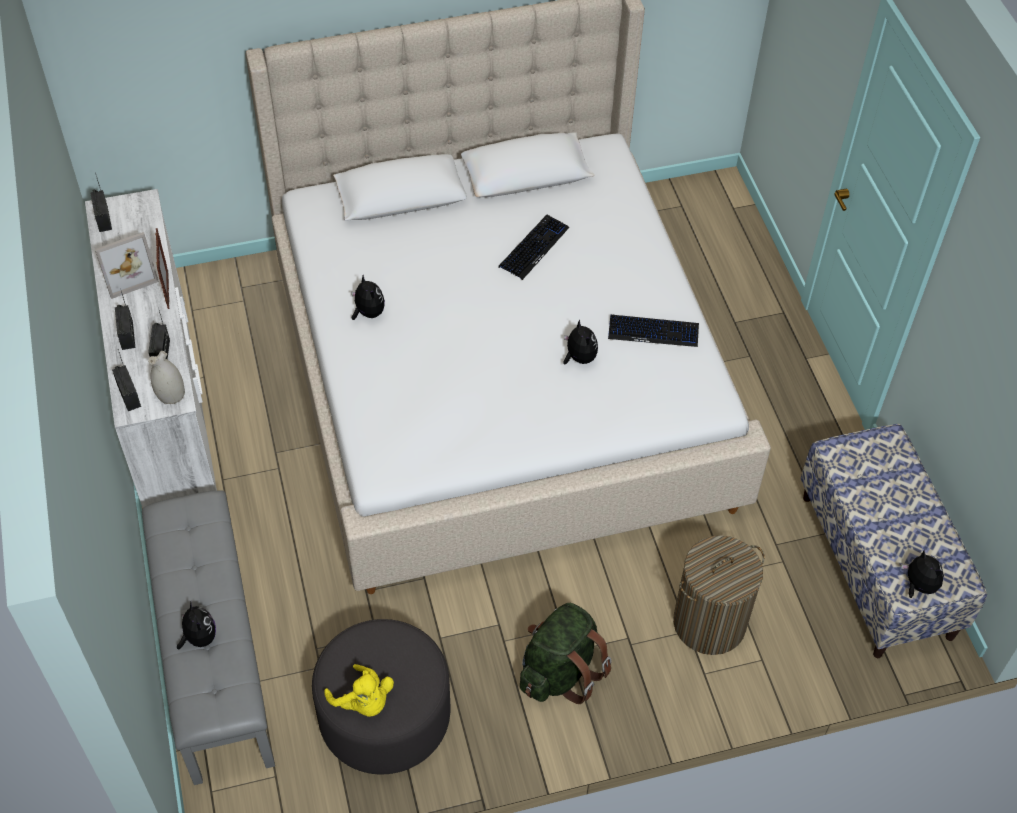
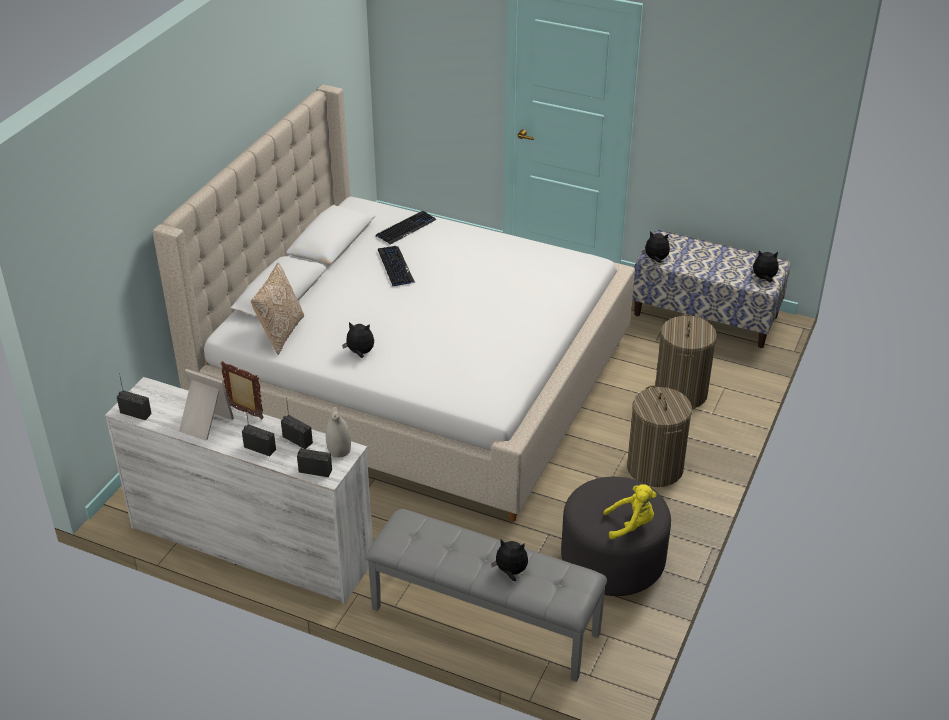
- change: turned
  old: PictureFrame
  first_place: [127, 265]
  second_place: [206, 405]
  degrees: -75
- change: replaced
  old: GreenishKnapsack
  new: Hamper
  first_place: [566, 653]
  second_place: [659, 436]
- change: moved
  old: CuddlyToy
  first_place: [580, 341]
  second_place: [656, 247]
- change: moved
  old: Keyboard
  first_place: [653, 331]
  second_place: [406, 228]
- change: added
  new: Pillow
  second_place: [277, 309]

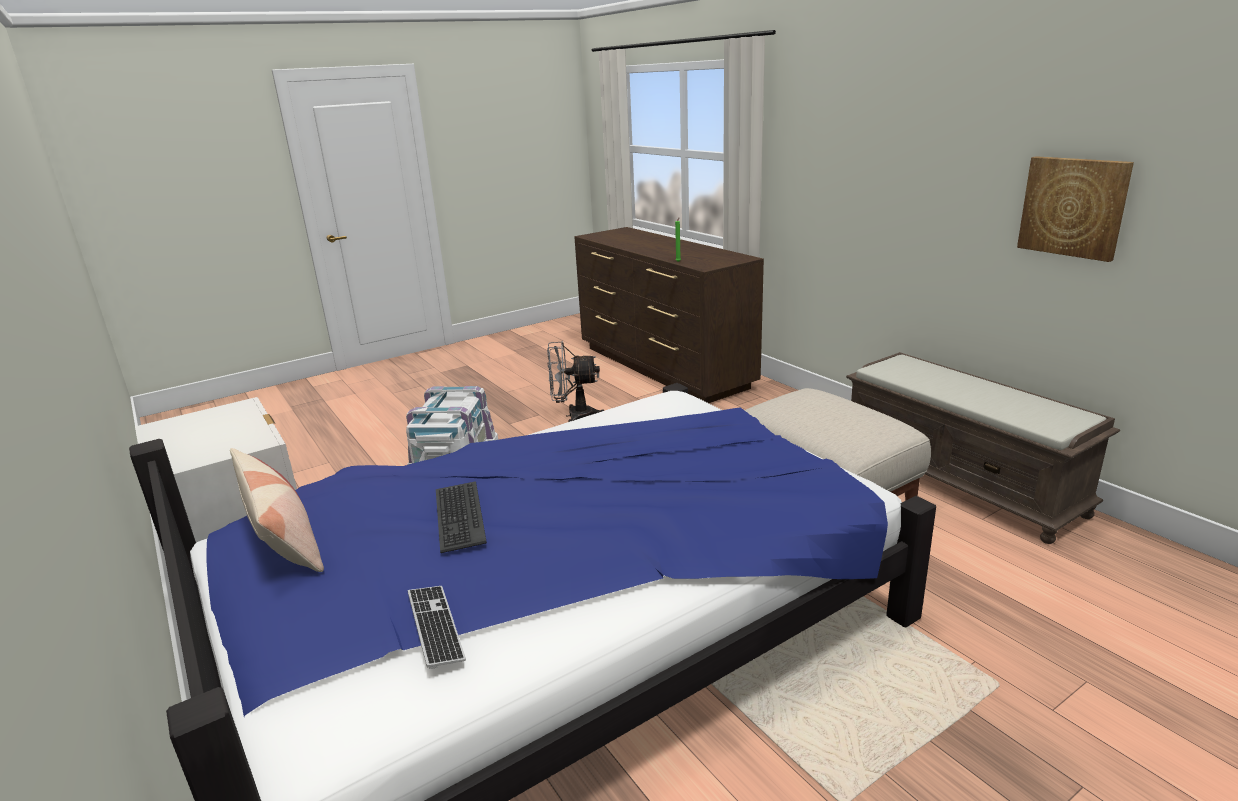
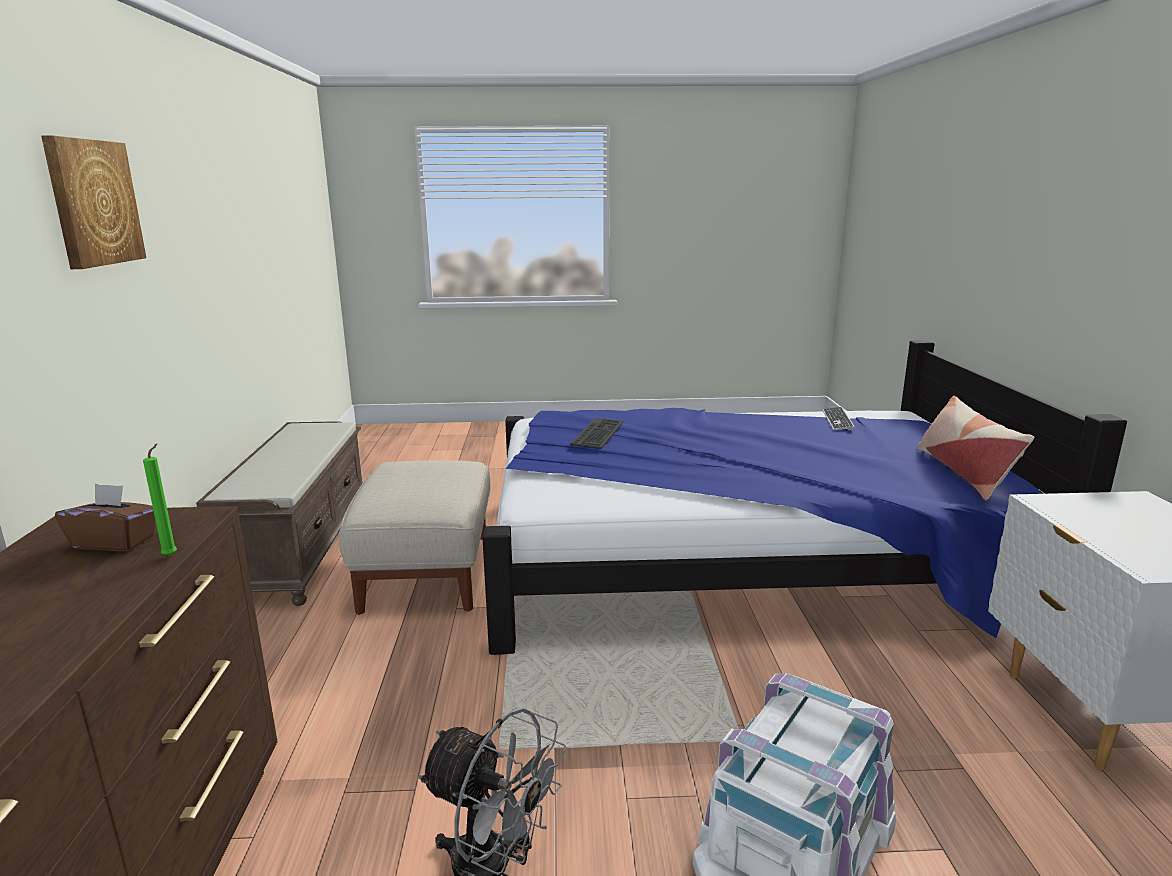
- change: moved
  old: Keyboard
  first_place: [461, 517]
  second_place: [596, 433]
- change: moved
  old: WallPicture
  first_place: [1075, 209]
  second_place: [93, 202]
- change: added
  new: BrownColouredTissueHolder
  second_place: [105, 517]

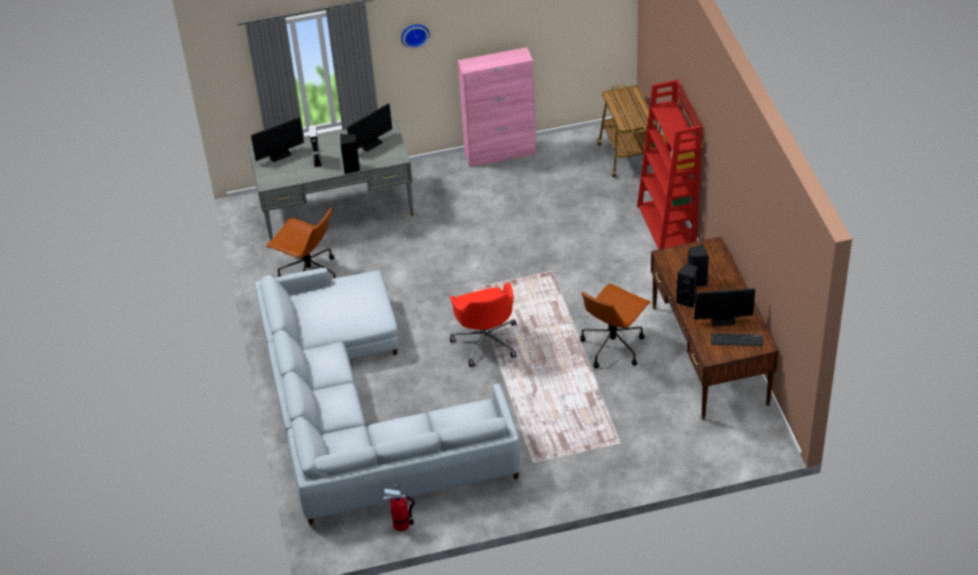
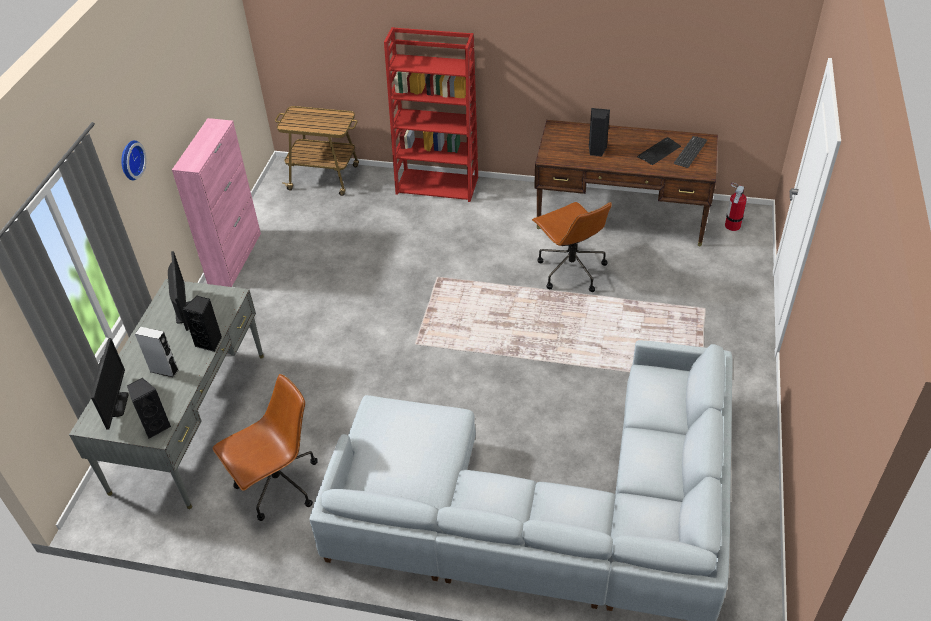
- change: moved
  old: FireExtinguisher
  first_place: [399, 507]
  second_place: [736, 207]
- change: removed
  old: RedColouredOfficeChair
  first_place: [483, 325]
- change: moved
  old: BlackColouredLoudspeaker
  first_place: [687, 285]
  second_place: [149, 408]
- change: replaced
  old: ComputerScreen
  new: Keyboard
  first_place: [724, 307]
  second_place: [659, 151]

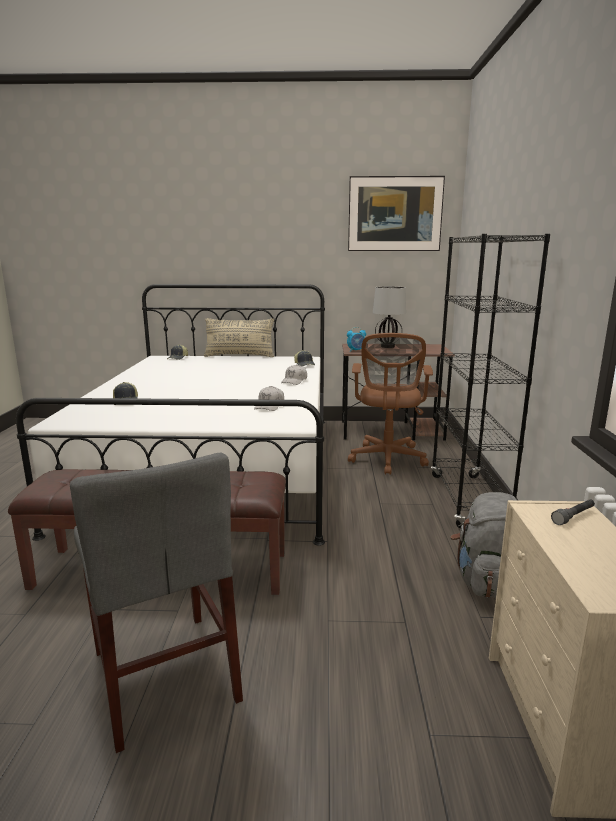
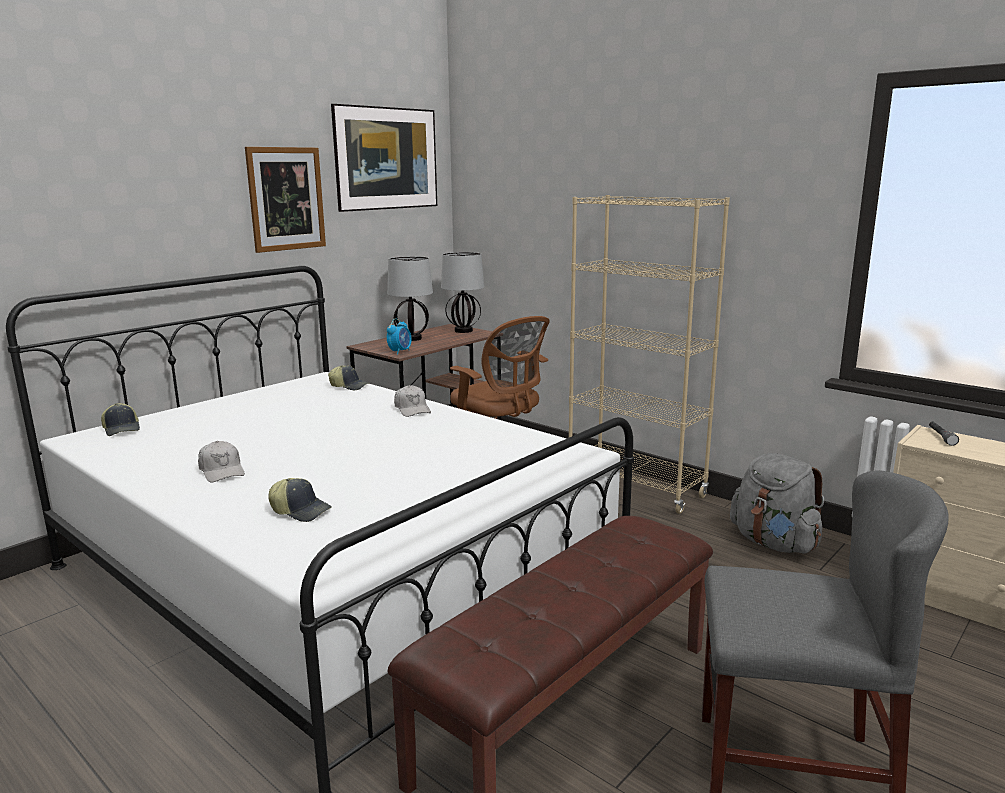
- change: removed
  old: BeigeColouredPillow
  first_place: [239, 337]
- change: moved
  old: WhitishPeakedCap
  first_place: [269, 398]
  second_place: [221, 462]
- change: recoloured
  old: BlackColouredShelvingUnit
  new: BeigeColouredShelvingUnit
  first_place: [490, 381]
  second_place: [649, 354]
- change: added
  new: WallPicture
  second_place: [285, 200]
- change: added
  new: TableLamp
  second_place: [462, 292]

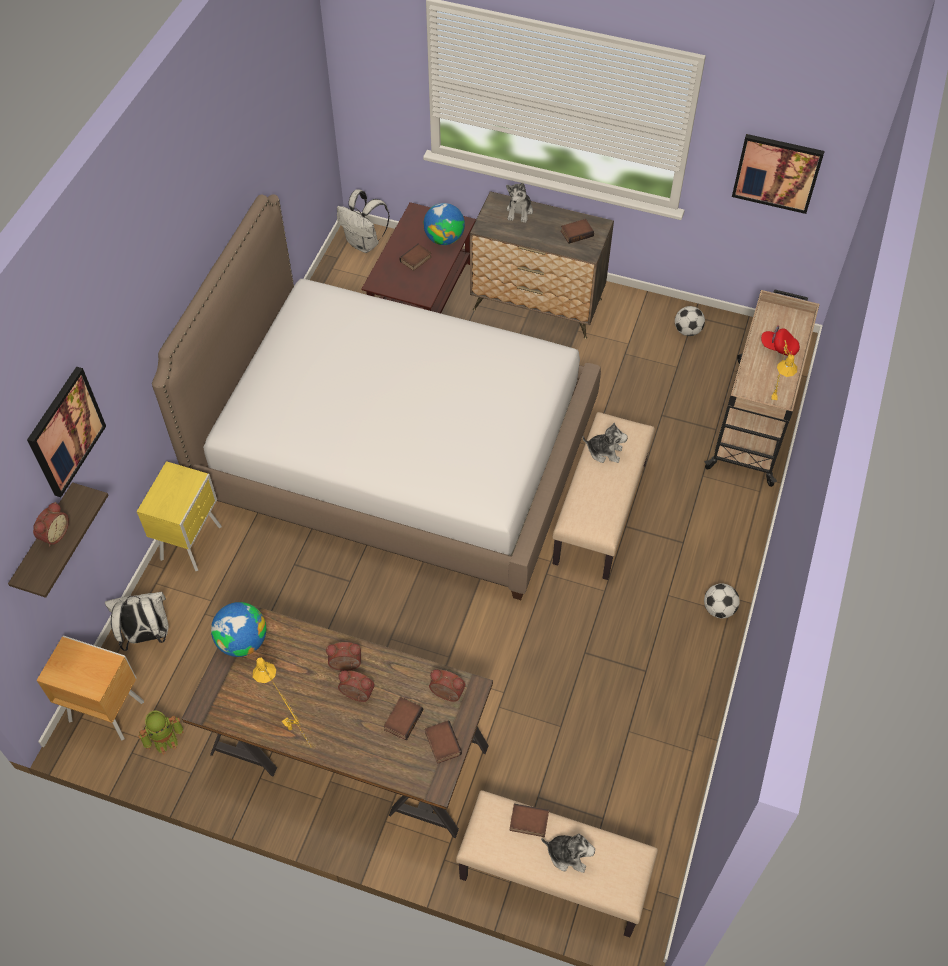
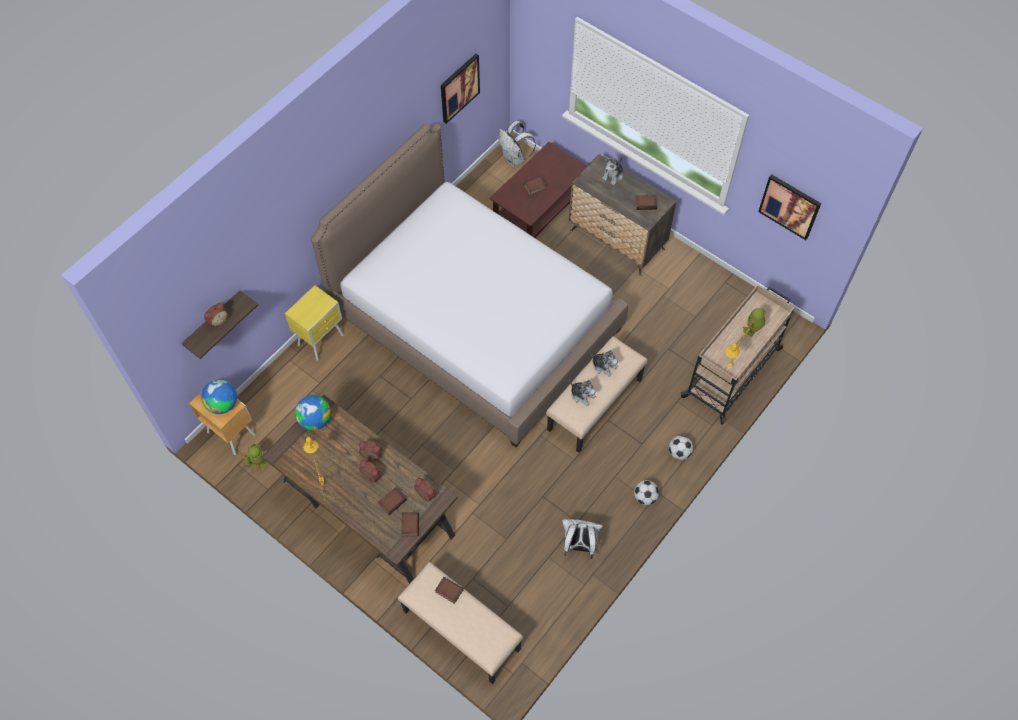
- change: moved
  old: WallPicture
  first_place: [66, 432]
  second_place: [460, 89]
- change: moved
  old: WhitishKnapsack
  first_place: [136, 621]
  second_place: [582, 539]
- change: moved
  old: Globe
  first_place: [444, 224]
  second_place: [219, 397]
- change: moved
  old: CuddlyToy
  first_place: [568, 853]
  second_place: [582, 393]
- change: moved
  old: Football
  first_place: [690, 321]
  second_place: [681, 448]
- change: replaced
  old: RedColouredPeakedCap
  new: ModelRobot
  first_place: [780, 341]
  second_place: [754, 322]

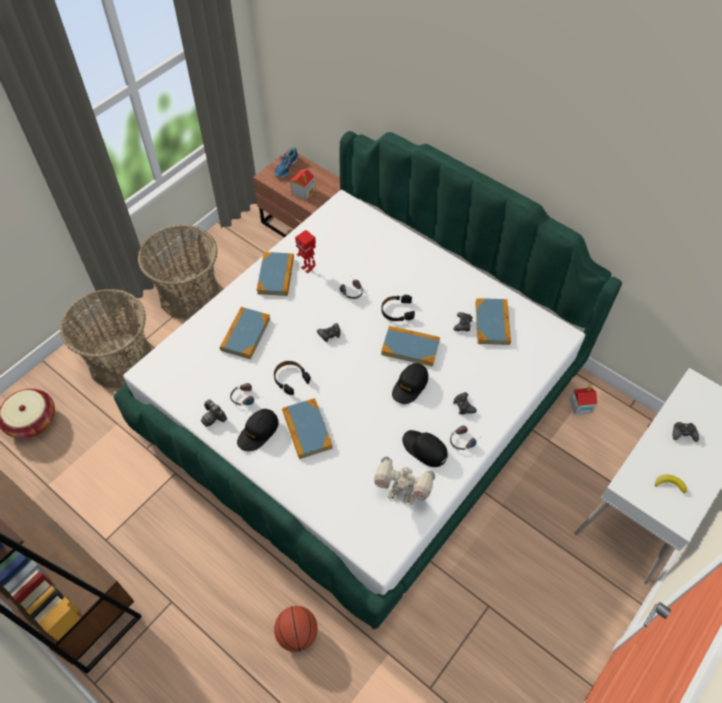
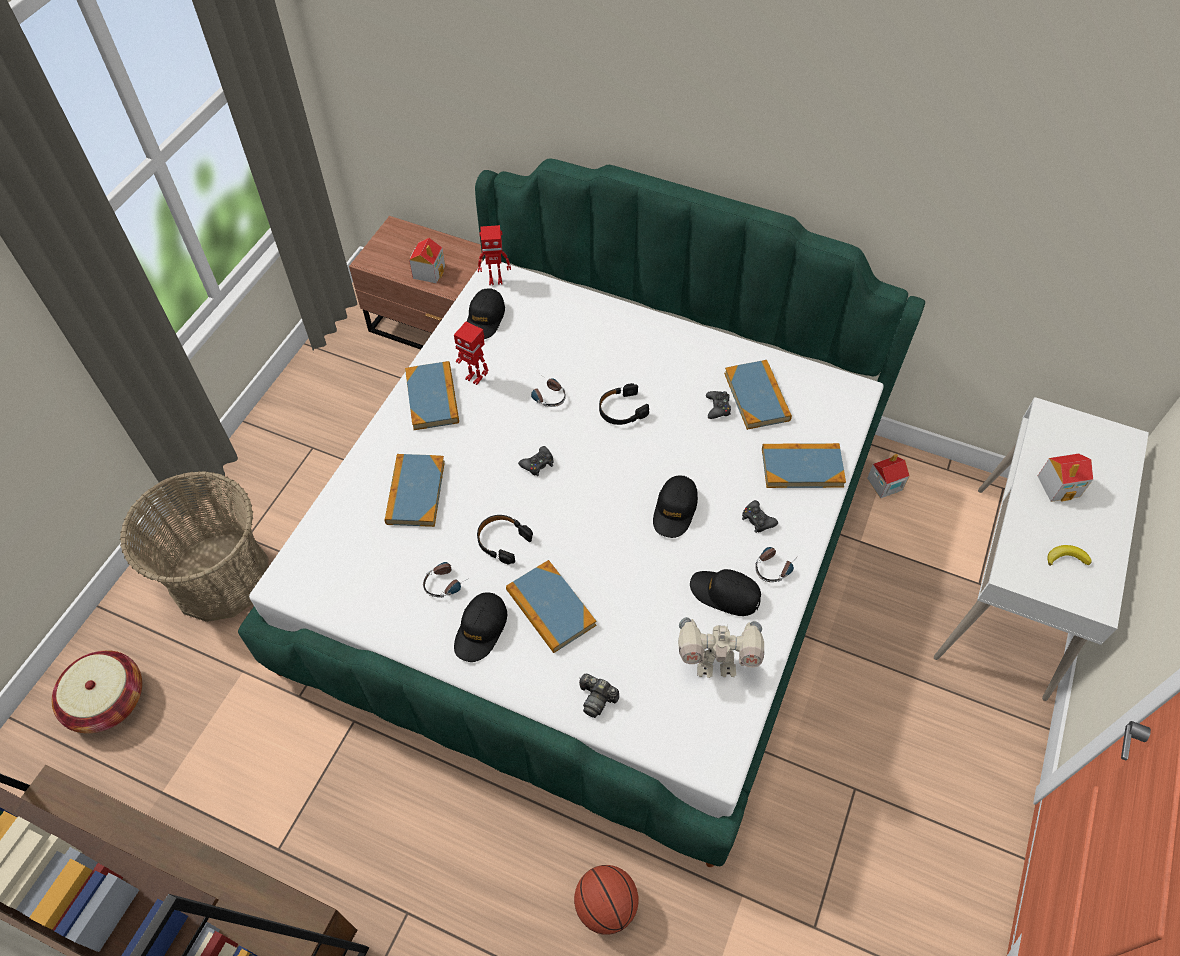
- change: removed
  old: HouseholdBasket
  first_place: [179, 272]
- change: moved
  old: PhotoCamera
  first_place: [214, 413]
  second_place: [599, 696]
- change: removed
  old: Shoe
  first_place: [286, 162]
- change: moved
  old: BoundBook
  first_place: [410, 346]
  second_place: [804, 465]
- change: replaced
  old: BlackColouredGamepad
  new: ModelHouse
  first_place: [686, 432]
  second_place: [1065, 478]
- change: added
  new: BlackColouredPeakedCap
  second_place: [486, 313]
- change: added
  new: ModelRobot
  second_place: [494, 255]

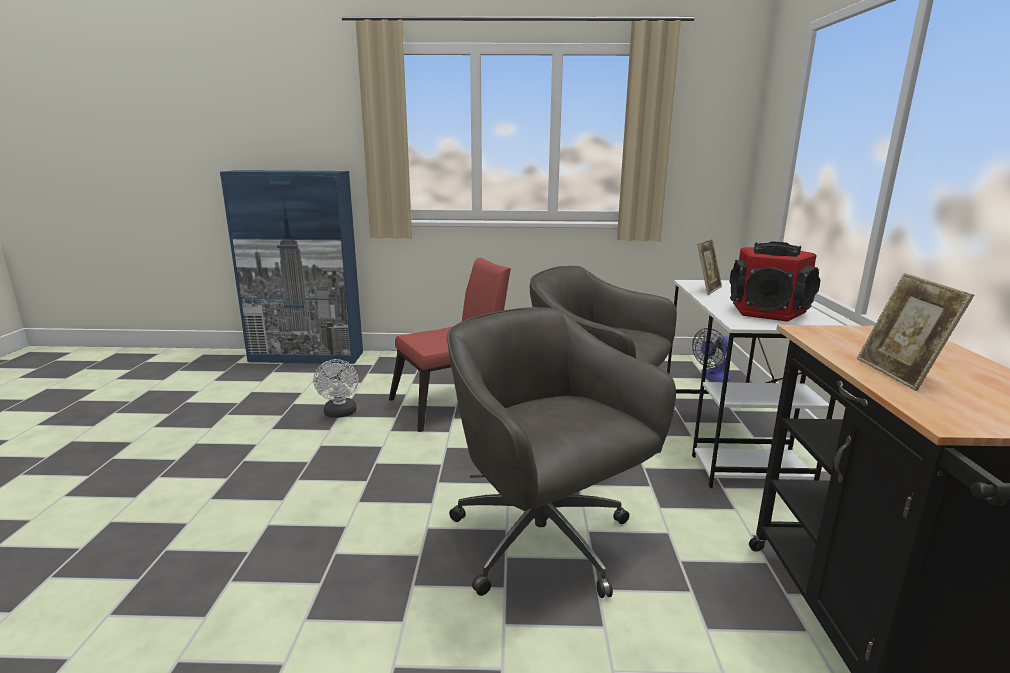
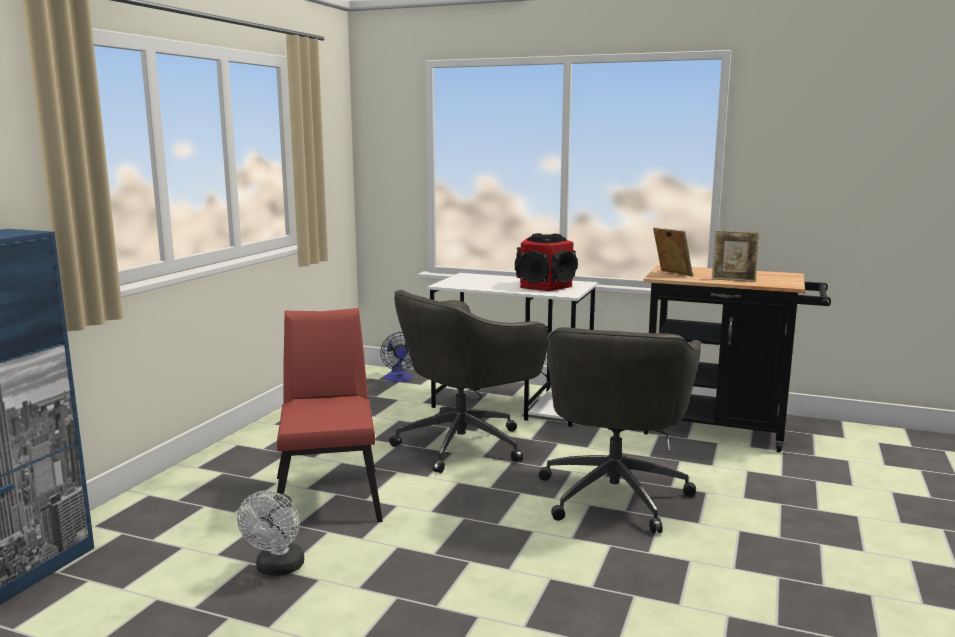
- change: turned
  old: WhitishElectricFan
  first_place: [336, 388]
  second_place: [270, 533]
  degrees: 90
- change: turned
  old: GrayOfficeChair
  first_place: [561, 452]
  second_place: [619, 430]
  degrees: -60
- change: moved
  old: PictureFrame
  first_place: [709, 267]
  second_place: [673, 252]

